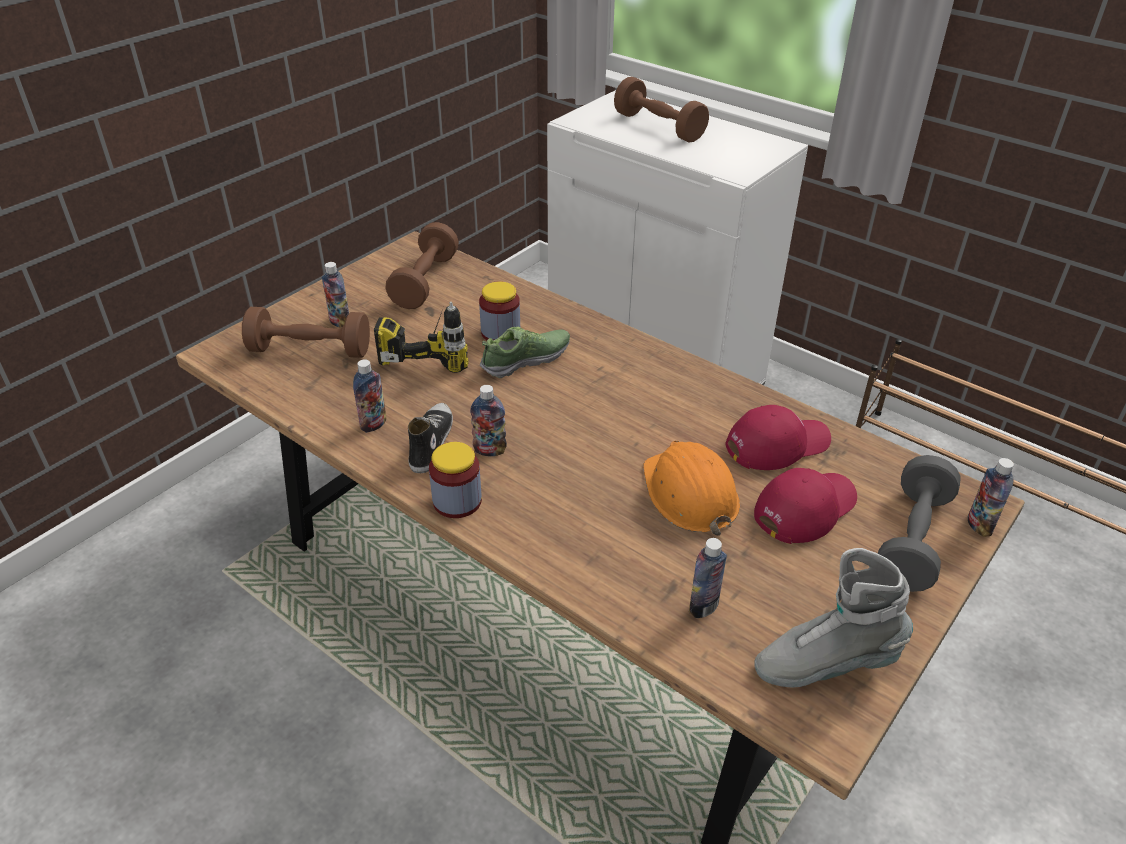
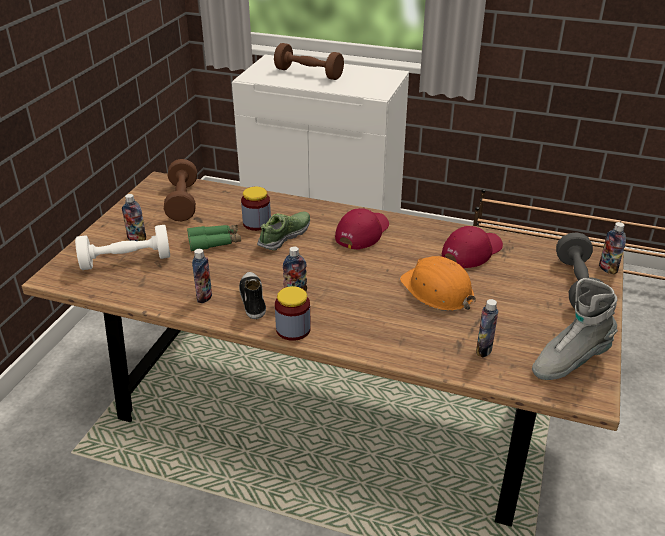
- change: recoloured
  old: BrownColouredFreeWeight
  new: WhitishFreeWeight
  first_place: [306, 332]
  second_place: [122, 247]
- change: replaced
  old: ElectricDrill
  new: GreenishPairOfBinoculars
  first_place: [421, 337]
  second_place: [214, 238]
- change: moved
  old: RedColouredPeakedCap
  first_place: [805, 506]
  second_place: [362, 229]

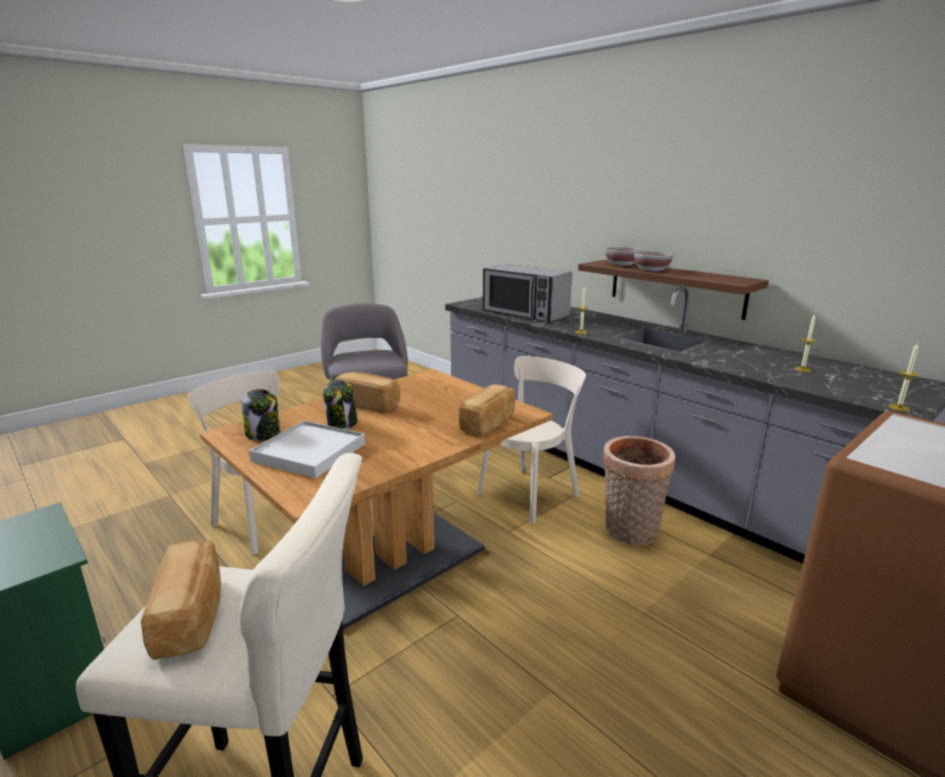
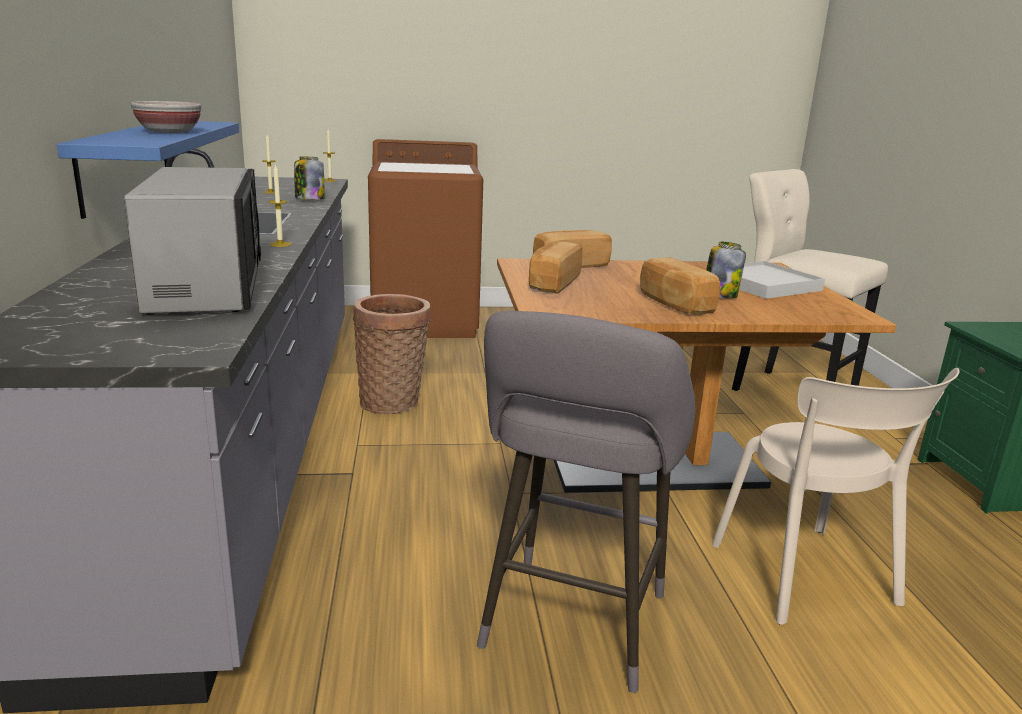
- change: moved
  old: Bread
  first_place: [181, 600]
  second_place: [555, 268]
- change: moved
  old: Jar
  first_place: [260, 415]
  second_place: [309, 178]
- change: removed
  old: BeigeColouredChair
  first_place: [531, 439]
- change: recoloured
  old: BrownColouredShelf
  new: BlueShelf
  first_place: [673, 290]
  second_place: [148, 170]
- change: removed
  old: Bowl
  first_place: [623, 256]

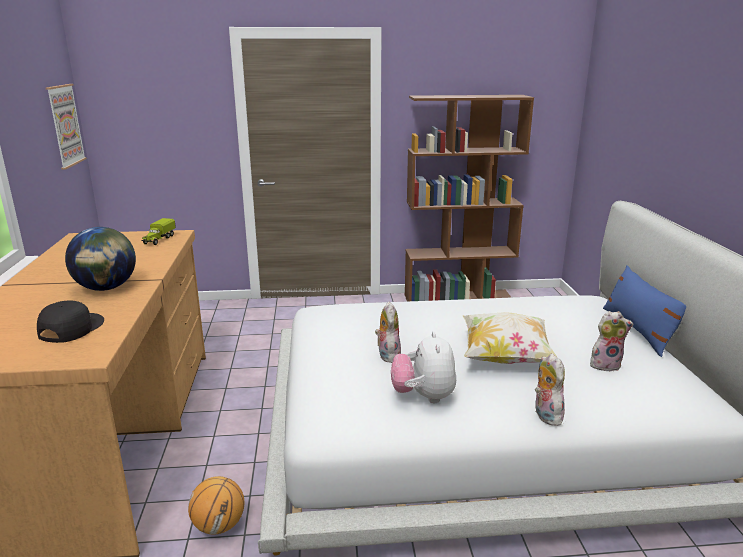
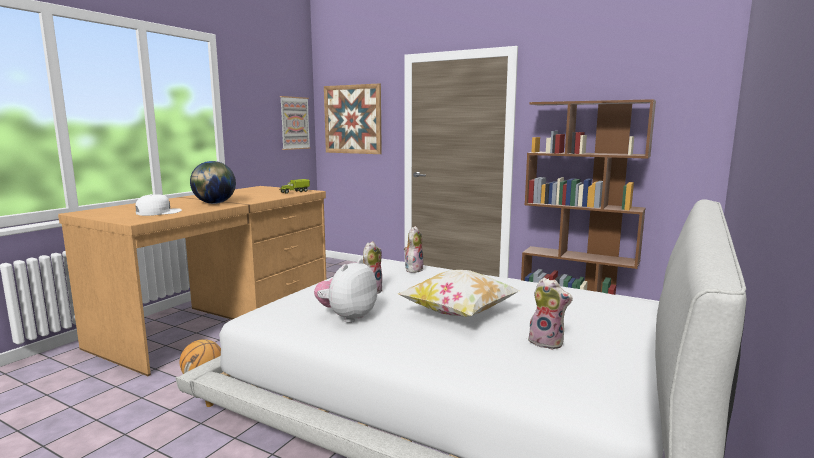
- change: recoloured
  old: BlackColouredPeakedCap
  new: WhitishPeakedCap
  first_place: [70, 322]
  second_place: [158, 205]
- change: moved
  old: CuddlyToy
  first_place: [550, 389]
  second_place: [413, 249]
- change: removed
  old: BluePillow
  first_place: [644, 311]
- change: added
  new: WallPicture
  second_place: [353, 119]

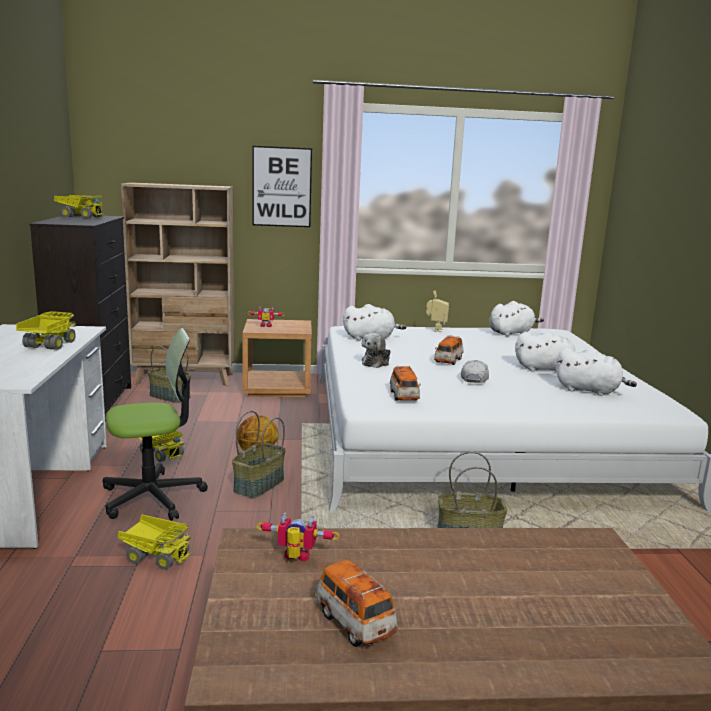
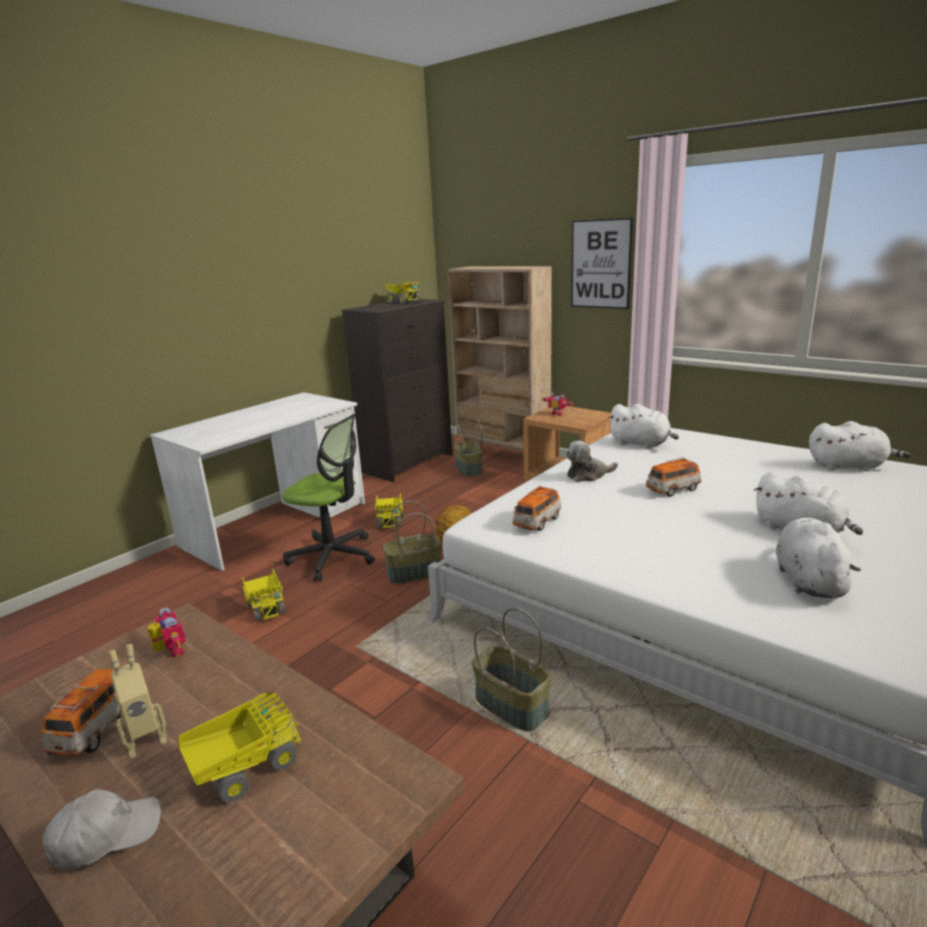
- change: moved
  old: ToyLorry
  first_place: [46, 330]
  second_place: [240, 748]
- change: moved
  old: ModelRobot
  first_place: [437, 311]
  second_place: [137, 701]
- change: moved
  old: WhitishPeakedCap
  first_place: [475, 371]
  second_place: [101, 829]
- change: turned
  old: WhitishCuddlyToy
  first_place: [596, 372]
  second_place: [818, 558]
  degrees: -150

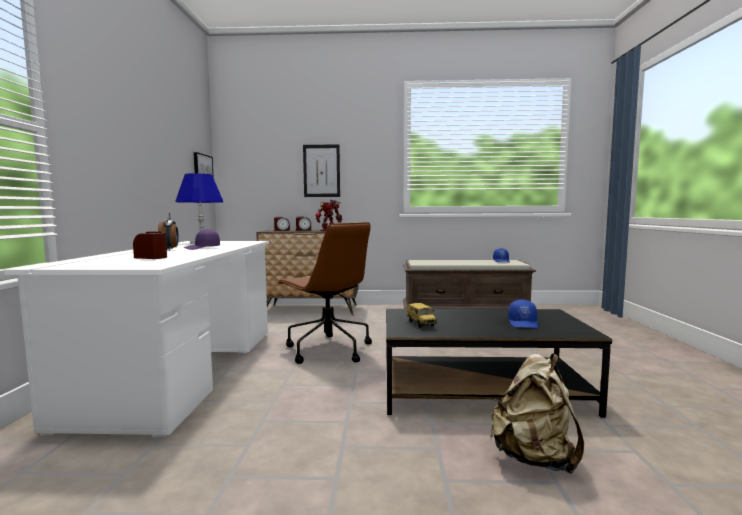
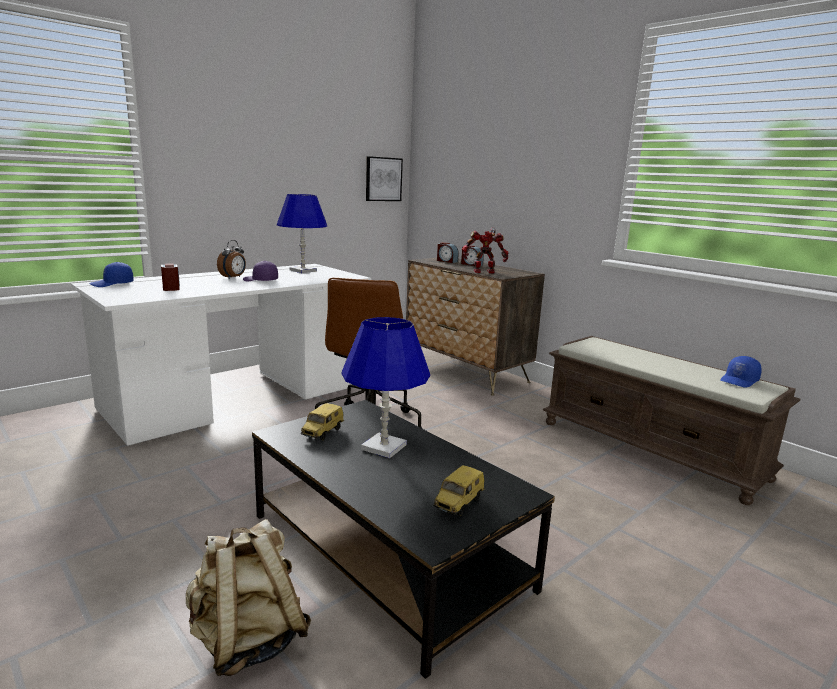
- change: removed
  old: WallPicture
  first_place: [321, 170]
- change: moved
  old: BluePeakedCap
  first_place: [523, 313]
  second_place: [111, 274]
- change: added
  new: BlueTableLamp
  second_place: [385, 387]
- change: added
  new: MiniatureCar
  second_place: [459, 490]

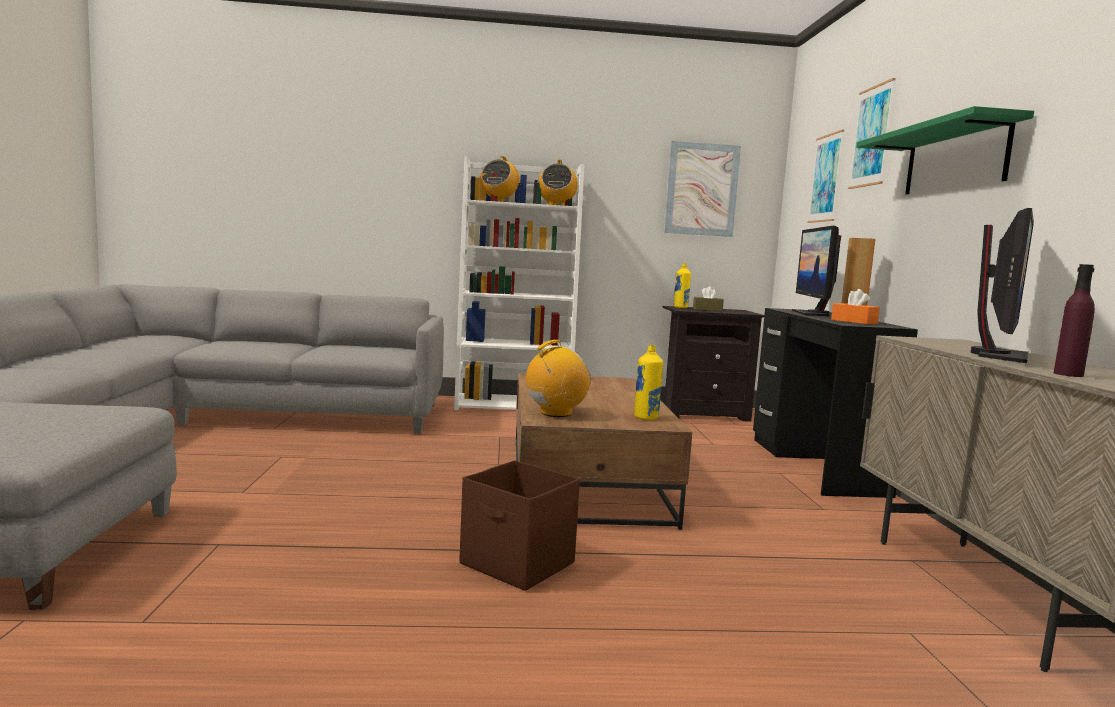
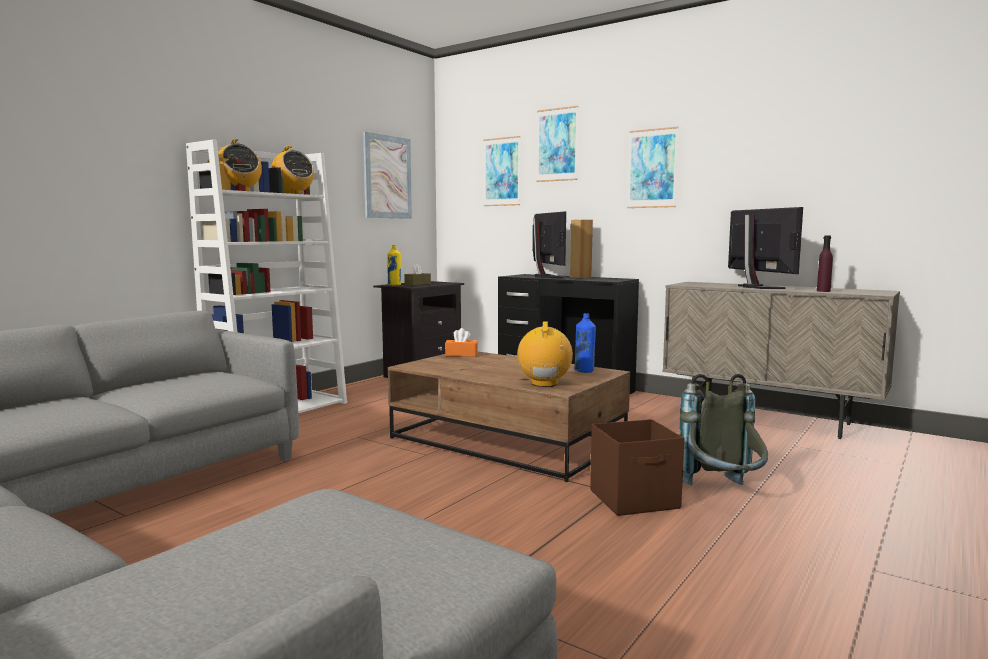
- change: recoloured
  old: YellowBeverageBottle
  new: BlueBeverageBottle
  first_place: [648, 382]
  second_place: [585, 343]
- change: turned
  old: ComputerScreen
  first_place: [816, 271]
  second_place: [549, 244]
  degrees: -150
- change: moved
  old: OrangeyTissueHolder
  first_place: [855, 306]
  second_place: [461, 342]
- change: replaced
  old: GreenishShelf
  new: WallPicture
  first_place: [945, 150]
  second_place: [653, 167]
- change: added
  new: GrayKnapsack
  second_place: [723, 429]

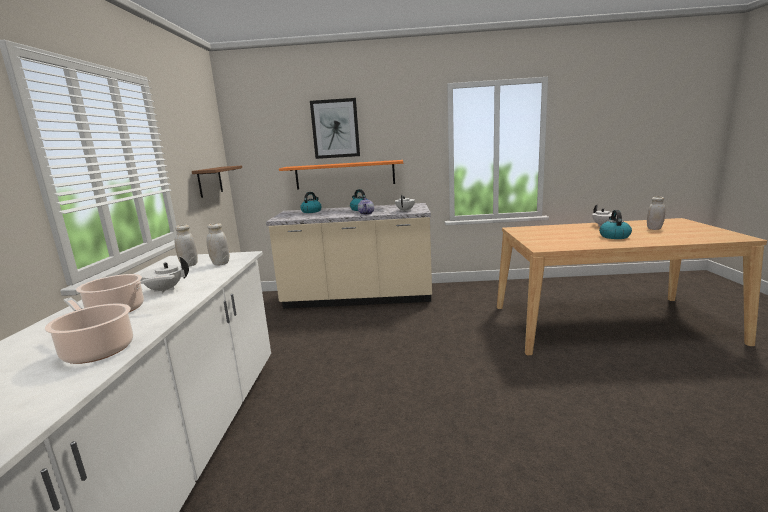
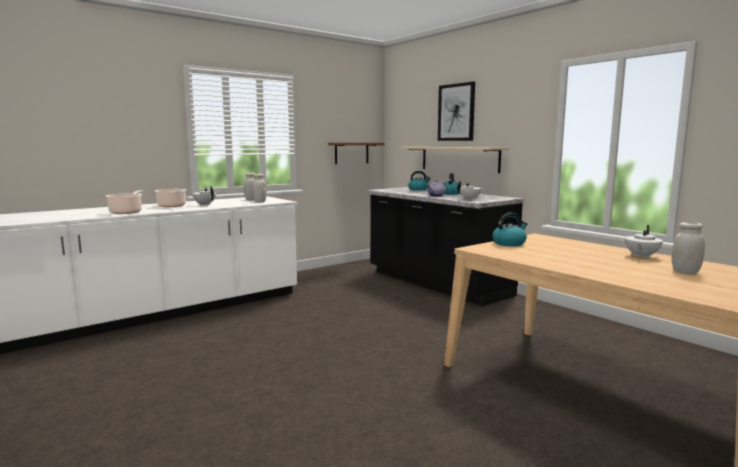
- change: recoloured
  old: BeigeColouredKitchenCounter
  new: BlackColouredKitchenCounter
  first_place: [349, 256]
  second_place: [445, 246]
- change: recoloured
  old: OrangeyShelf
  new: BeigeColouredShelf
  first_place: [341, 175]
  second_place: [454, 160]
- change: moved
  old: TeaKettle
  first_place: [615, 224]
  second_place: [510, 229]

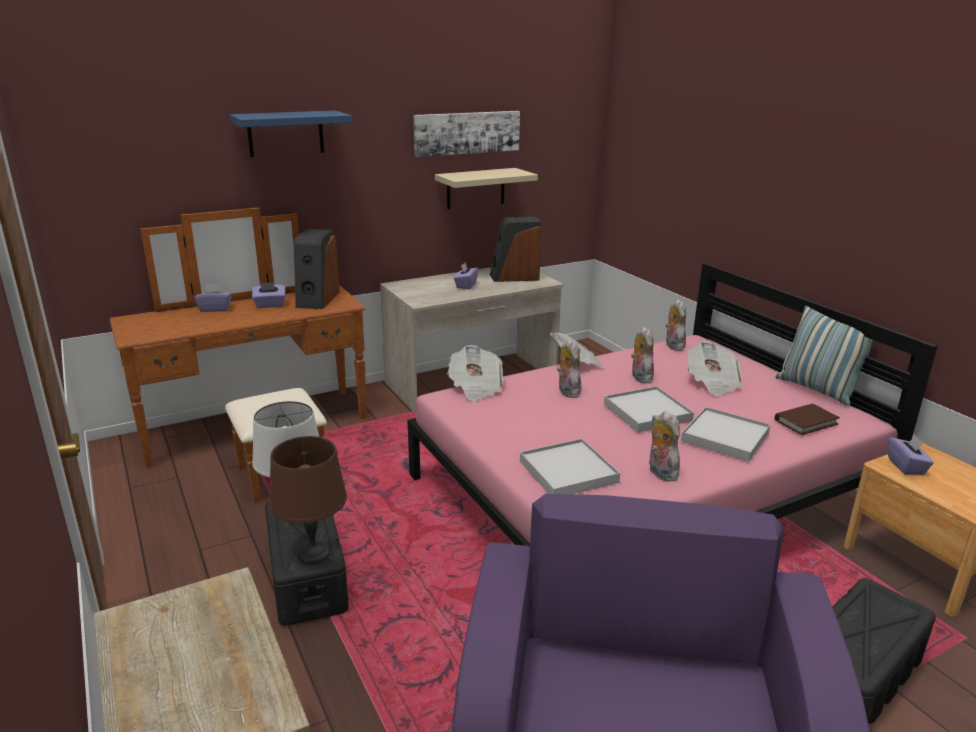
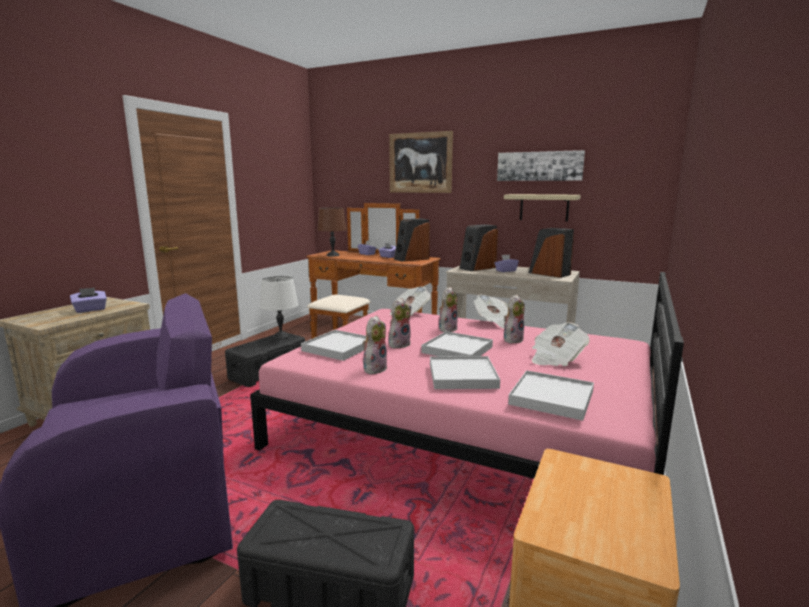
- change: replaced
  old: BlueShelf
  new: WallPicture
  first_place: [290, 133]
  second_place: [421, 162]
- change: moved
  old: BrownColouredTableLamp
  first_place: [308, 500]
  second_place: [332, 232]
- change: moved
  old: CuddlyToy
  first_place: [675, 325]
  second_place: [400, 323]
- change: replaced
  old: BrownColouredBoundBook
  new: WhitishTray
  first_place: [807, 419]
  second_place: [551, 395]
- change: removed
  old: Pillow
  first_place: [824, 356]
- change: moved
  old: PurplishTissueHolder
  first_place: [911, 454]
  second_place: [88, 300]
- change: added
  new: Loudspeaker
  second_place: [478, 247]

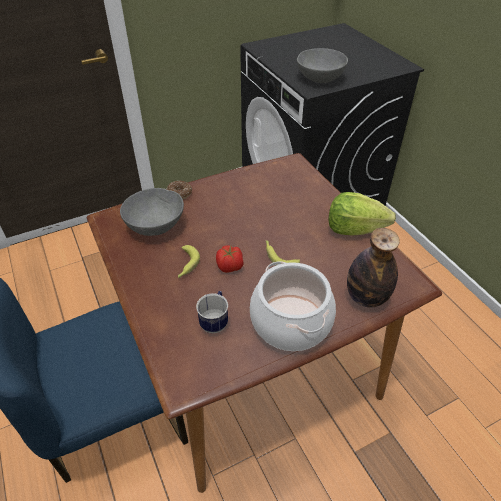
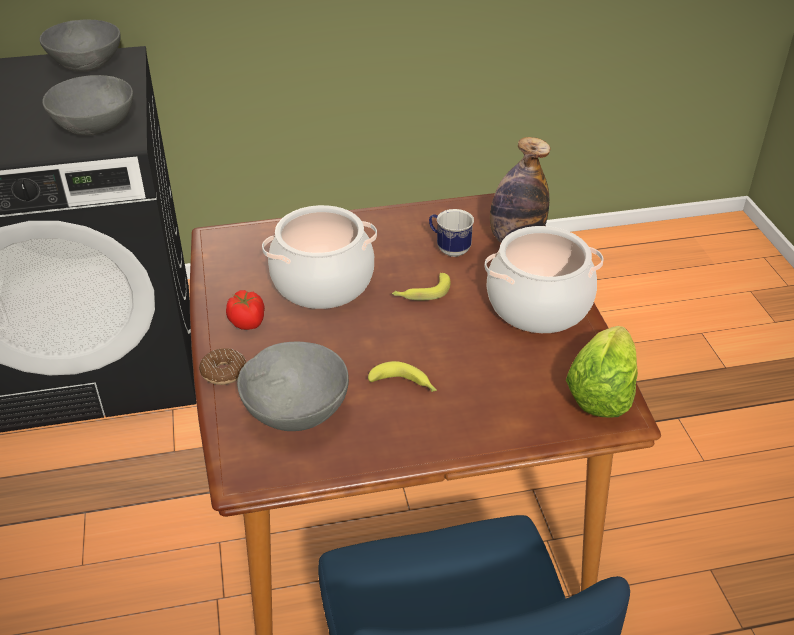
- change: moved
  old: TeaMug
  first_place: [212, 312]
  second_place: [451, 233]
- change: moved
  old: Tomato
  first_place: [230, 259]
  second_place: [245, 310]
- change: moved
  old: Lettuce
  first_place: [362, 214]
  second_place: [602, 372]
- change: added
  new: GrayBowl
  second_place: [80, 45]
- change: added
  new: Saucepot
  second_place: [319, 257]

